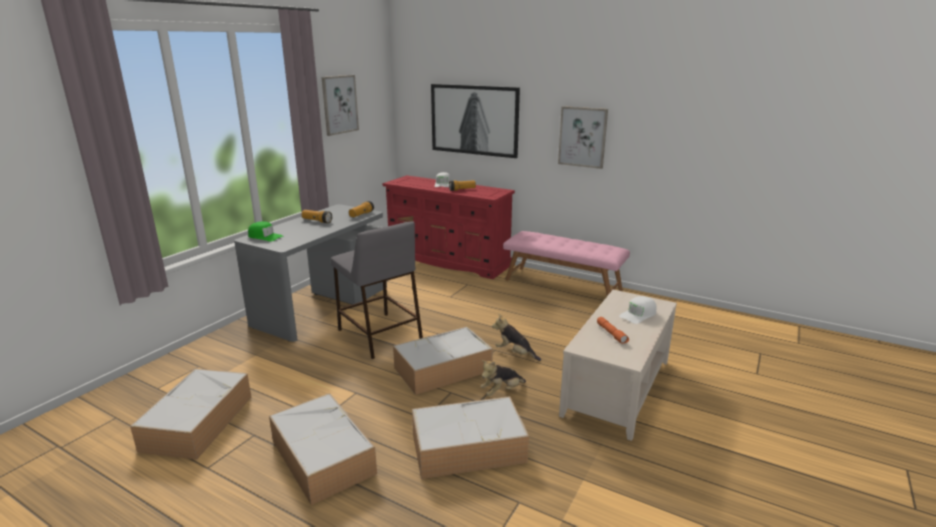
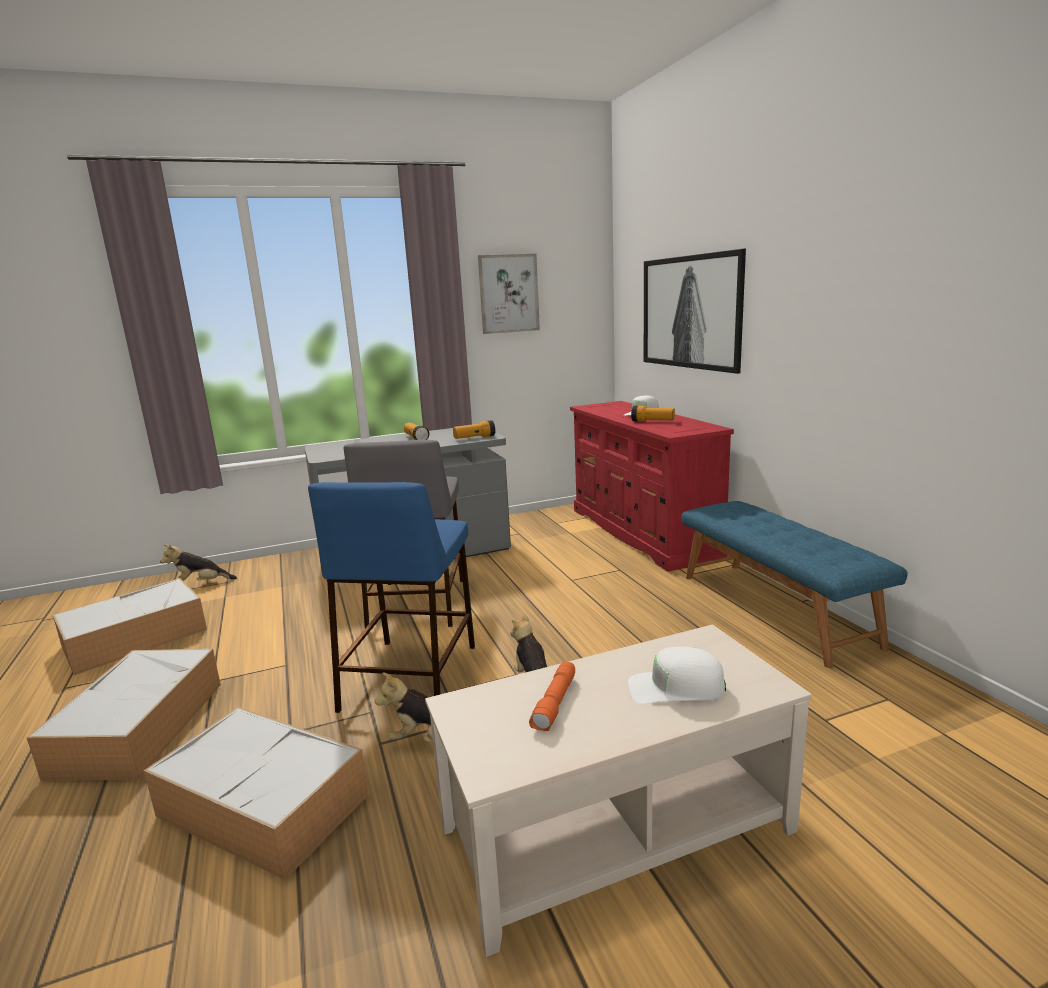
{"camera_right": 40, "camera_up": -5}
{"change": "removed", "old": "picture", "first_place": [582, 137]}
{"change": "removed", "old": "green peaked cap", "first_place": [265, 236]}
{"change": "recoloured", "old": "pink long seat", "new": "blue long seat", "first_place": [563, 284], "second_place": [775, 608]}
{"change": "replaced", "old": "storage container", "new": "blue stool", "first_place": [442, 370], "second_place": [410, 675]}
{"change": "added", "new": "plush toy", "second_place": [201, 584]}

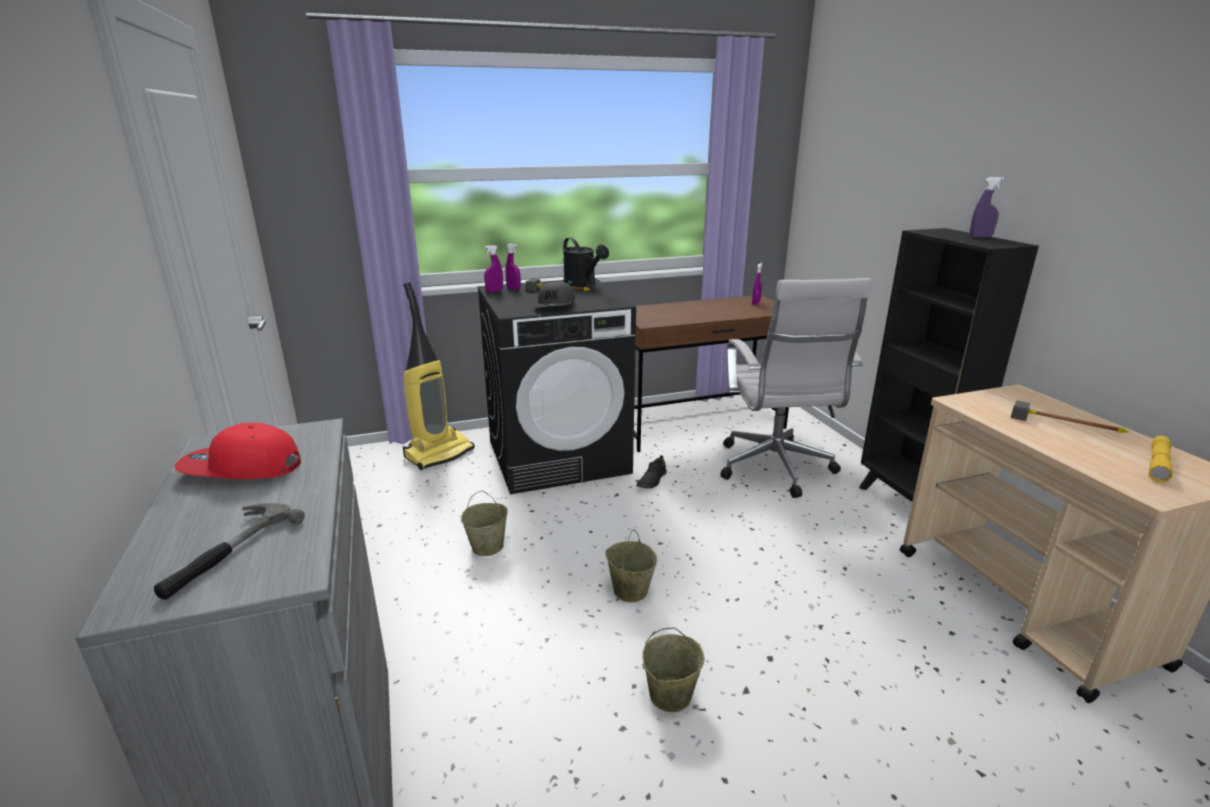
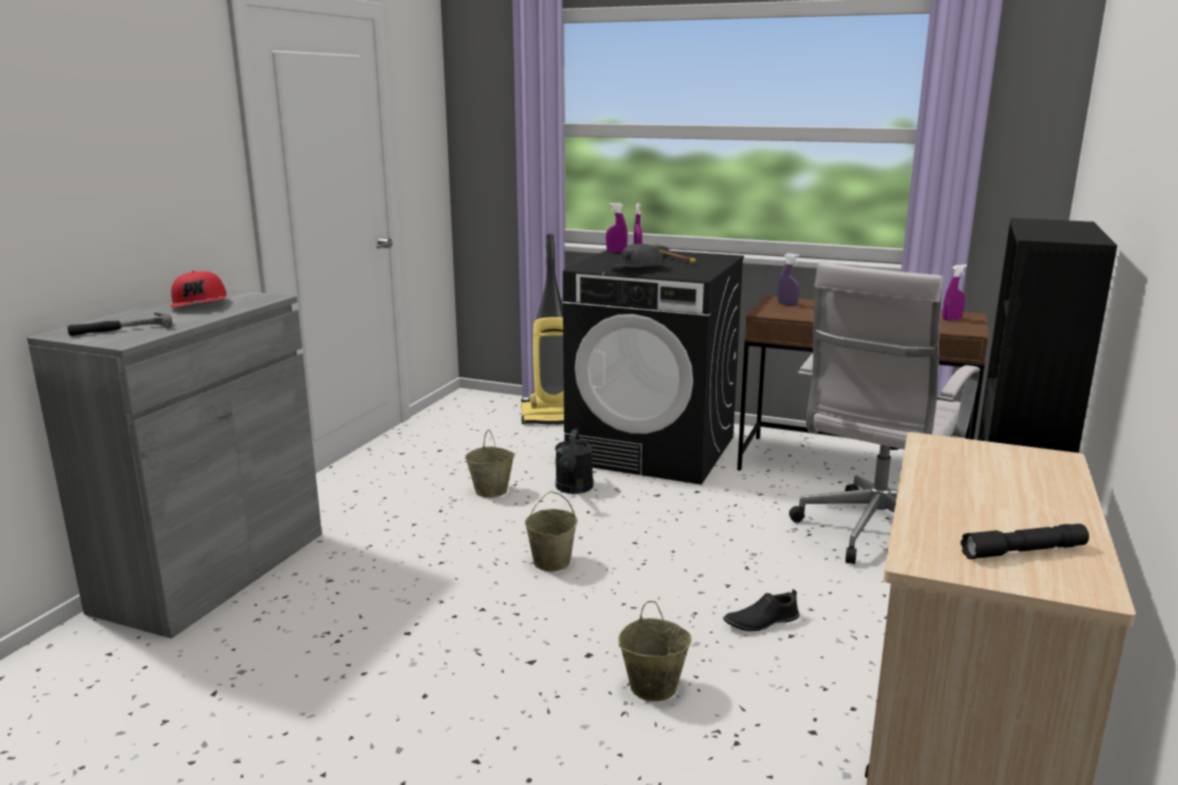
{"camera_right": 40, "camera_up": -5}
{"change": "moved", "old": "purple-coloured sprayer", "first_place": [980, 237], "second_place": [787, 304]}
{"change": "moved", "old": "blackish watering can", "first_place": [583, 285], "second_place": [573, 489]}
{"change": "removed", "old": "hammer", "first_place": [1068, 423]}
{"change": "turned", "old": "red peaked cap", "first_place": [241, 468], "second_place": [200, 304], "degrees": -150}
{"change": "recoloured", "old": "yellow-coloured flashlight", "new": "blackish flashlight", "first_place": [1158, 464], "second_place": [1023, 551]}
{"change": "moved", "old": "blackish item of footwear", "first_place": [651, 480], "second_place": [761, 621]}
{"change": "moved", "old": "beige water bucket", "first_place": [670, 695], "second_place": [652, 687]}

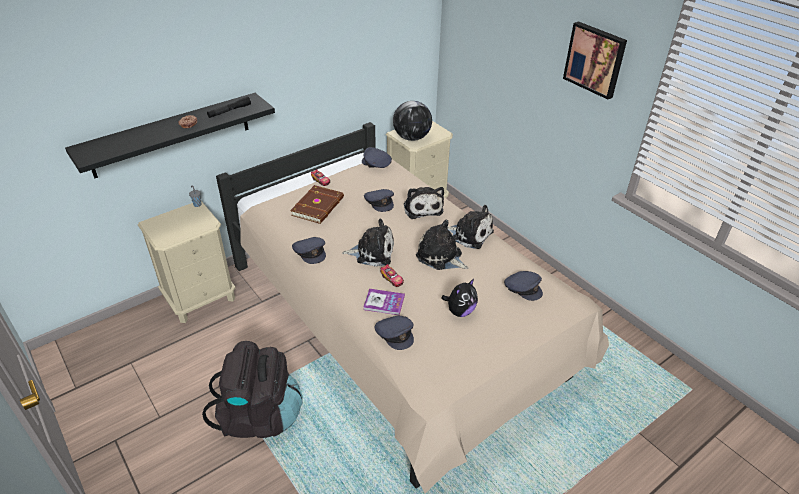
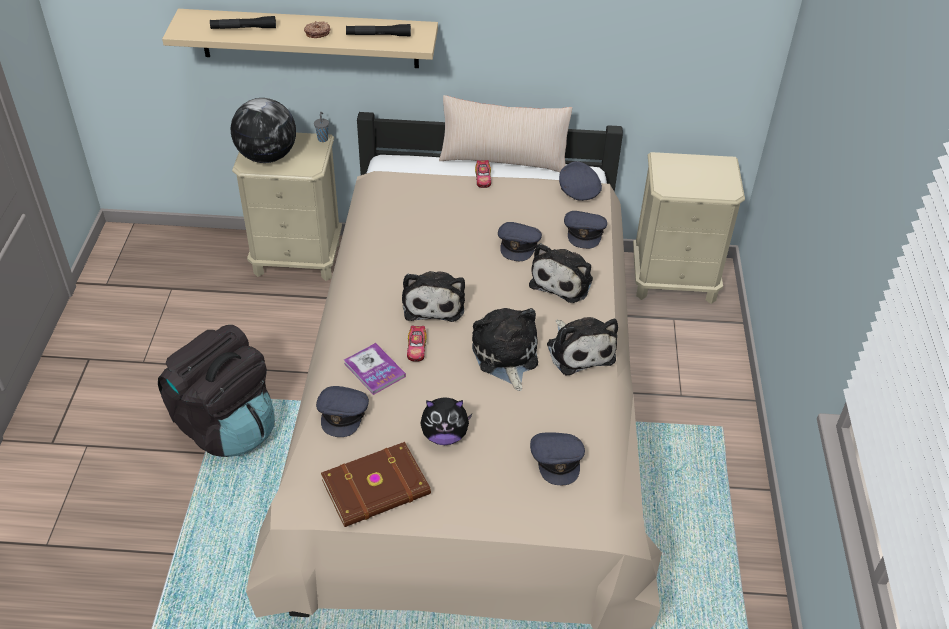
{"camera_right": 40, "camera_up": 5}
{"change": "removed", "old": "picture", "first_place": [595, 59]}
{"change": "recoloured", "old": "blackish shelf", "new": "beige shelf", "first_place": [171, 135], "second_place": [309, 38]}
{"change": "moved", "old": "world globe", "first_place": [411, 138], "second_place": [266, 156]}
{"change": "moved", "old": "brown-coloured volume", "first_place": [319, 206], "second_place": [377, 488]}
{"change": "turned", "old": "plush toy", "first_place": [372, 252], "second_place": [434, 302], "degrees": 45}
{"change": "moved", "old": "gray peaked cap", "first_place": [310, 252], "second_place": [584, 232]}
{"change": "added", "new": "blackish flashlight", "second_place": [243, 28]}
{"change": "added", "new": "beige throw pillow", "second_place": [503, 158]}

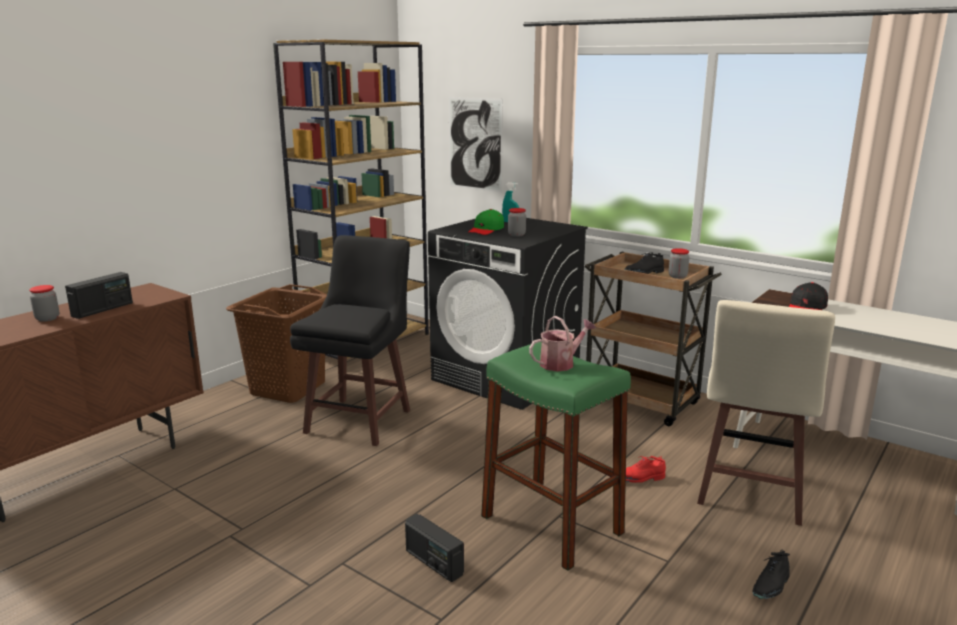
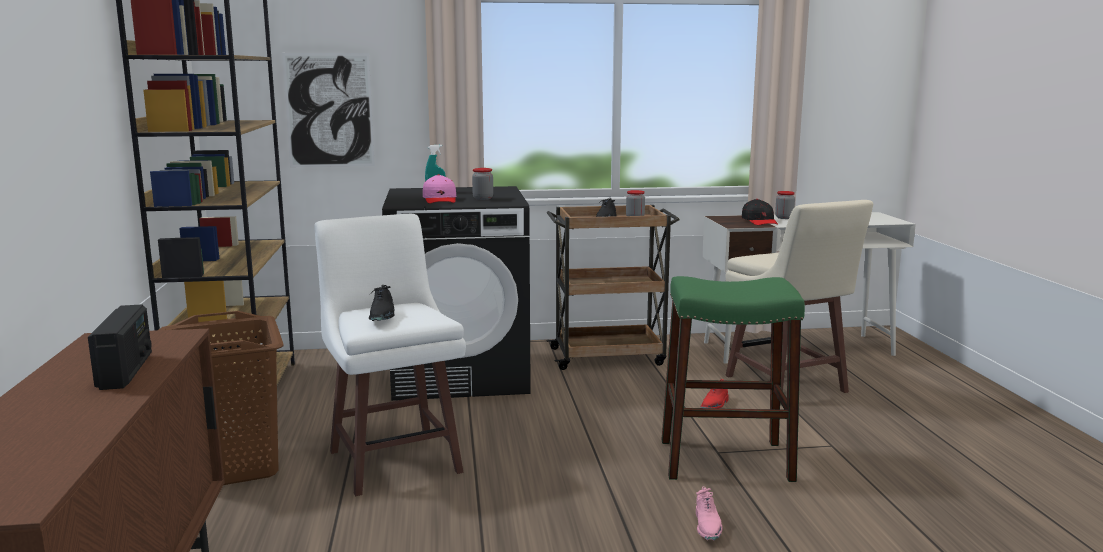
{"camera_right": -45, "camera_up": -5}
{"change": "recoloured", "old": "green peaked cap", "new": "pink peaked cap", "first_place": [486, 230], "second_place": [440, 199]}
{"change": "recoloured", "old": "blackish stool", "new": "whitish stool", "first_place": [360, 420], "second_place": [394, 460]}
{"change": "moved", "old": "jar", "first_place": [47, 318], "second_place": [784, 218]}
{"change": "removed", "old": "watering can", "first_place": [561, 363]}
{"change": "replaced", "old": "radio", "new": "pink item of footwear", "first_place": [433, 562], "second_place": [707, 527]}
{"change": "moved", "old": "blackish item of footwear", "first_place": [770, 586], "second_place": [382, 317]}

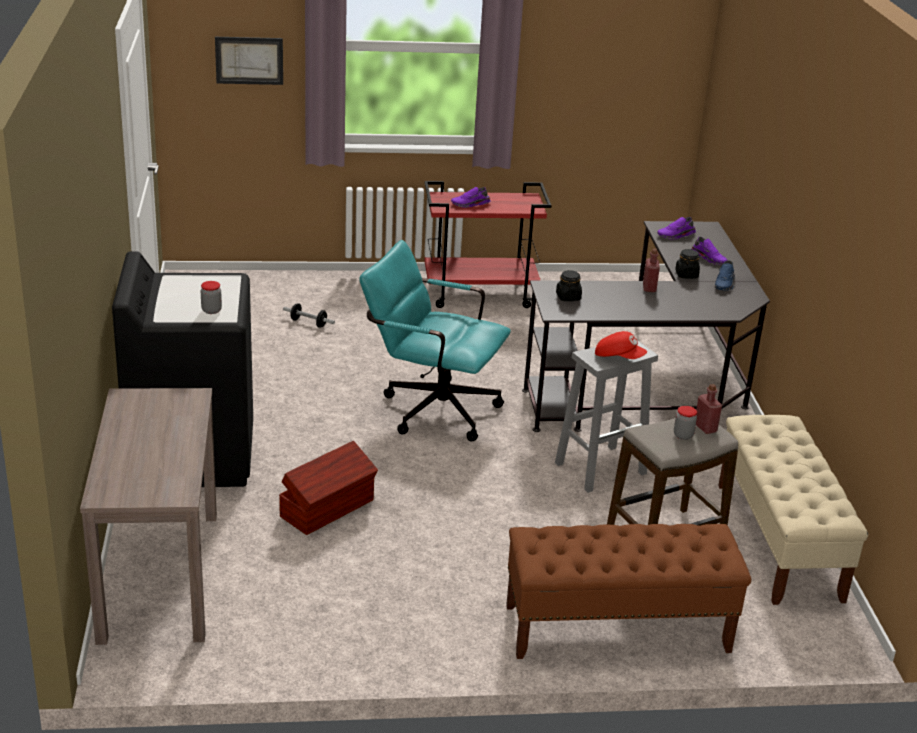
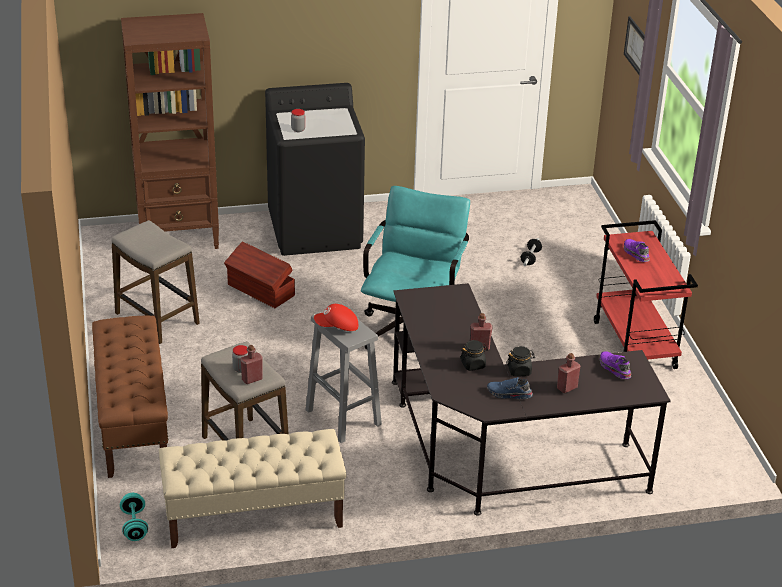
{"camera_right": 85, "camera_up": 5}
{"change": "replaced", "old": "purple-coloured item of footwear", "new": "red drink bottle", "first_place": [709, 258], "second_place": [567, 388]}
{"change": "moved", "old": "blackish jar", "first_place": [568, 297], "second_place": [473, 364]}
{"change": "turned", "old": "red peaked cap", "first_place": [619, 357], "second_place": [337, 327], "degrees": 60}
{"change": "replaced", "old": "brown-coloured hall table", "new": "brown-coloured bookshelf", "first_place": [159, 574], "second_place": [179, 236]}
{"change": "added", "new": "stool", "second_place": [157, 319]}
{"change": "added", "new": "blue-green hand weight", "second_place": [134, 525]}

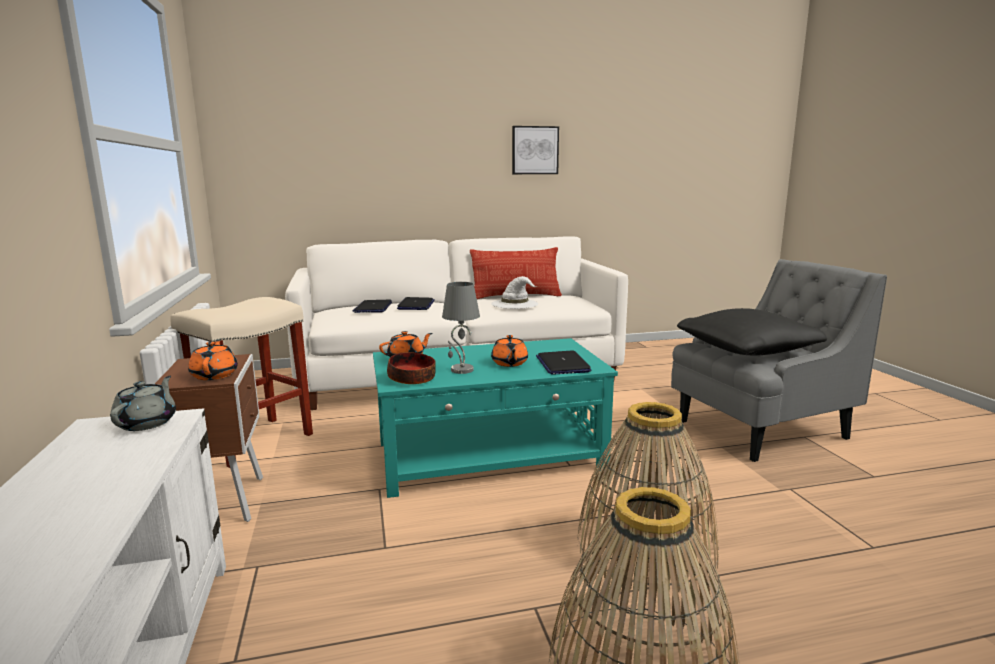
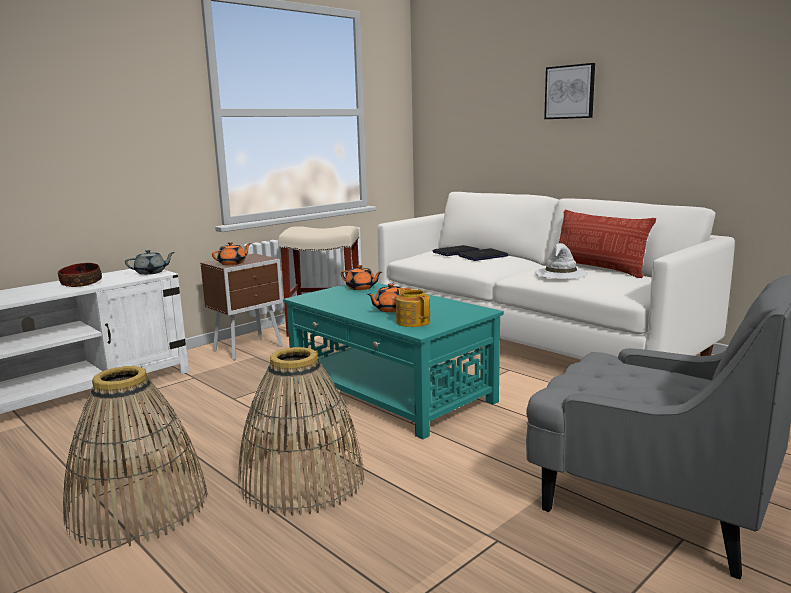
{"camera_right": 60, "camera_up": 0}
{"change": "moved", "old": "picture", "first_place": [535, 150], "second_place": [570, 92]}
{"change": "removed", "old": "gray tabletop lamp", "first_place": [461, 370]}
{"change": "removed", "old": "blackish throw pillow", "first_place": [747, 350]}
{"change": "replaced", "old": "laptop", "new": "teapot", "first_place": [562, 364], "second_place": [413, 321]}
{"change": "moved", "old": "bowl", "first_place": [411, 379], "second_place": [81, 283]}

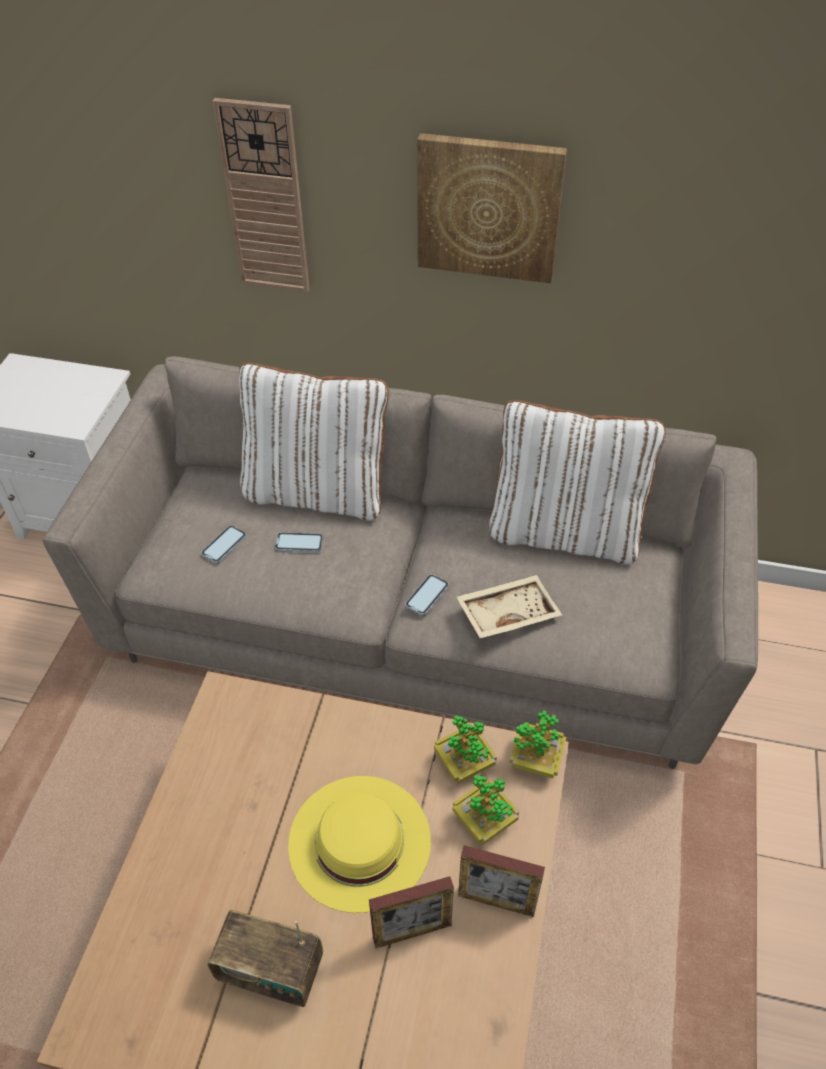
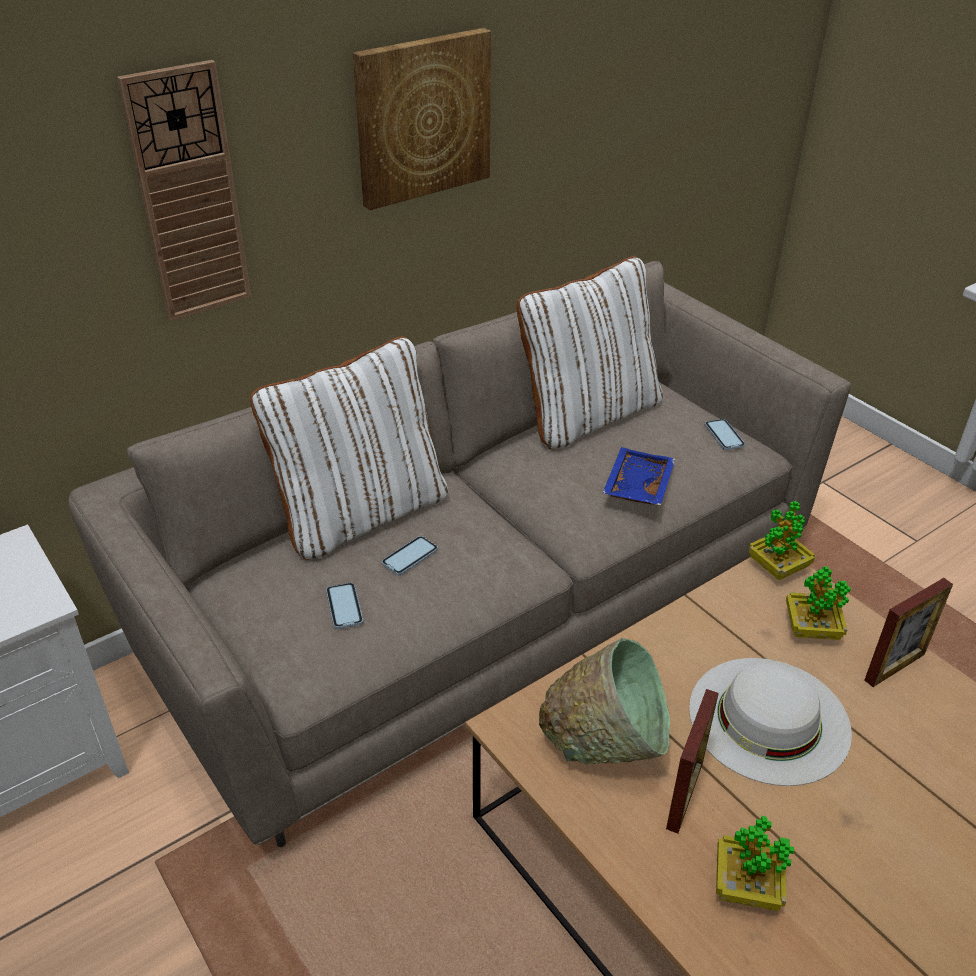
{"camera_right": -50, "camera_up": -10}
{"change": "moved", "old": "telephone", "first_place": [427, 596], "second_place": [724, 436]}
{"change": "recoloured", "old": "beige carrying tray", "new": "blue carrying tray", "first_place": [507, 613], "second_place": [636, 486]}
{"change": "moved", "old": "potted plant", "first_place": [464, 763], "second_place": [746, 886]}
{"change": "recoloured", "old": "yellow-coloured wearable hat", "new": "whitish wearable hat", "first_place": [359, 841], "second_place": [769, 719]}
{"change": "moved", "old": "picture frame", "first_place": [412, 931], "second_place": [684, 795]}
{"change": "removed", "old": "radio", "first_place": [271, 970]}
{"change": "added", "new": "green bowl", "second_place": [606, 746]}

